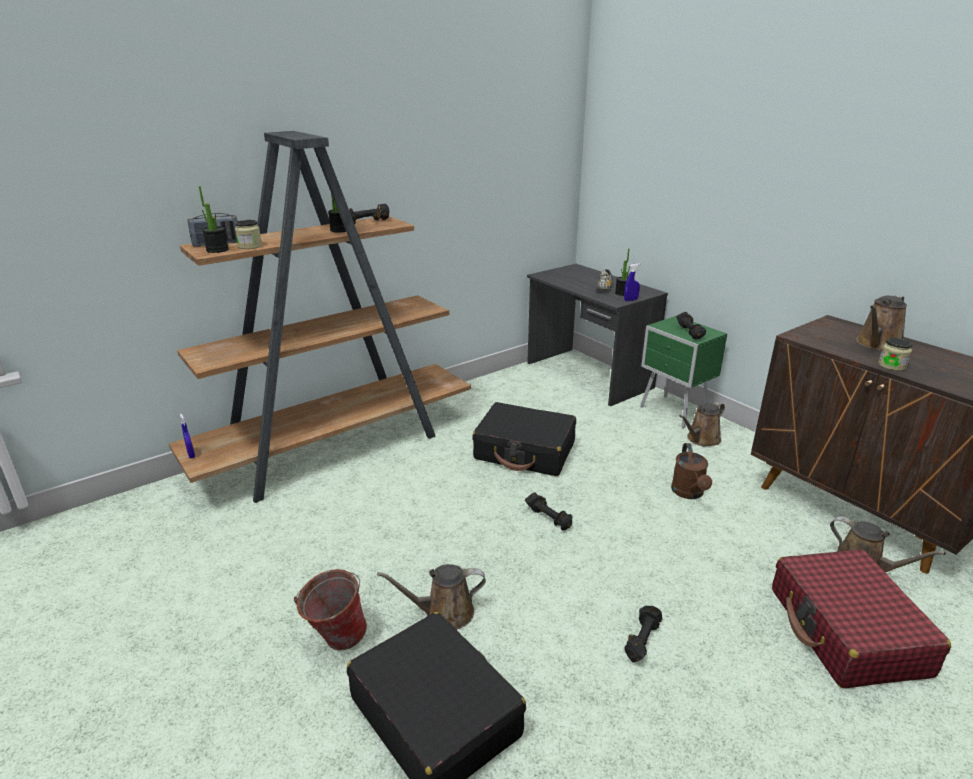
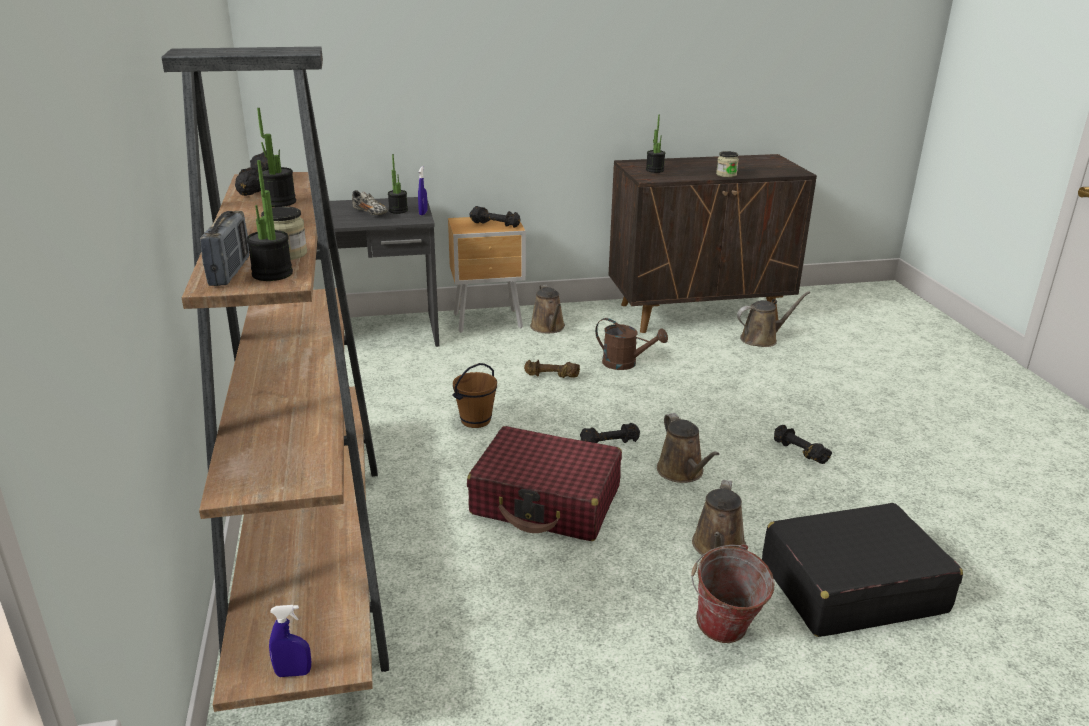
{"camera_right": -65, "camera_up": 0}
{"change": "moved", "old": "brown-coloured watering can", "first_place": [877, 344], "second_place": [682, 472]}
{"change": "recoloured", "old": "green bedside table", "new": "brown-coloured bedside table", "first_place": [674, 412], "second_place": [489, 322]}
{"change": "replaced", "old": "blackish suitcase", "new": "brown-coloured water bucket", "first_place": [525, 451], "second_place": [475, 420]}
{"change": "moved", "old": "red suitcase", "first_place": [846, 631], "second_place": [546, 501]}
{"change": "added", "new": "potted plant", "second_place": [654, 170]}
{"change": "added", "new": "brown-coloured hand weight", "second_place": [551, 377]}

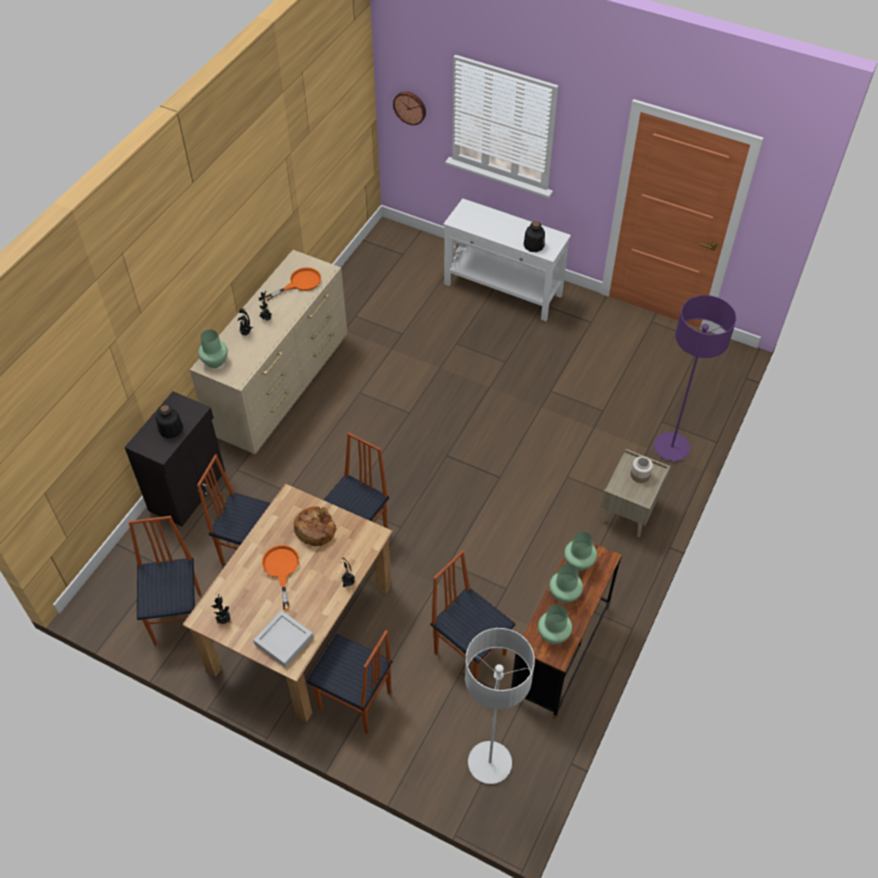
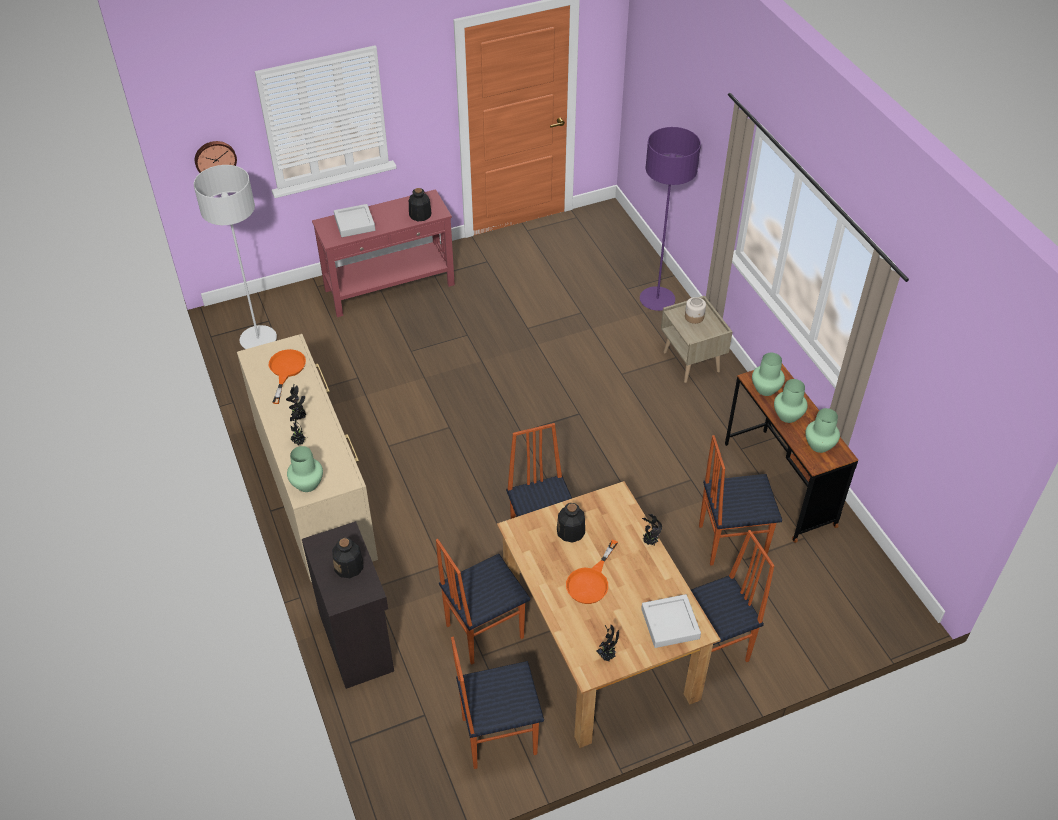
{"camera_right": -50, "camera_up": -5}
{"change": "recoloured", "old": "whitish hall table", "new": "red hall table", "first_place": [503, 290], "second_place": [390, 287]}
{"change": "replaced", "old": "baked bread", "new": "drink bottle", "first_place": [315, 529], "second_place": [571, 531]}
{"change": "turned", "old": "chair", "first_place": [179, 617], "second_place": [498, 735], "degrees": -45}
{"change": "turned", "old": "orange skillet", "first_place": [281, 569], "second_place": [591, 581], "degrees": -90}
{"change": "moved", "old": "gray standing lamp", "first_place": [489, 763], "second_place": [258, 339]}
{"change": "added", "new": "gray carrying tray", "second_place": [354, 223]}

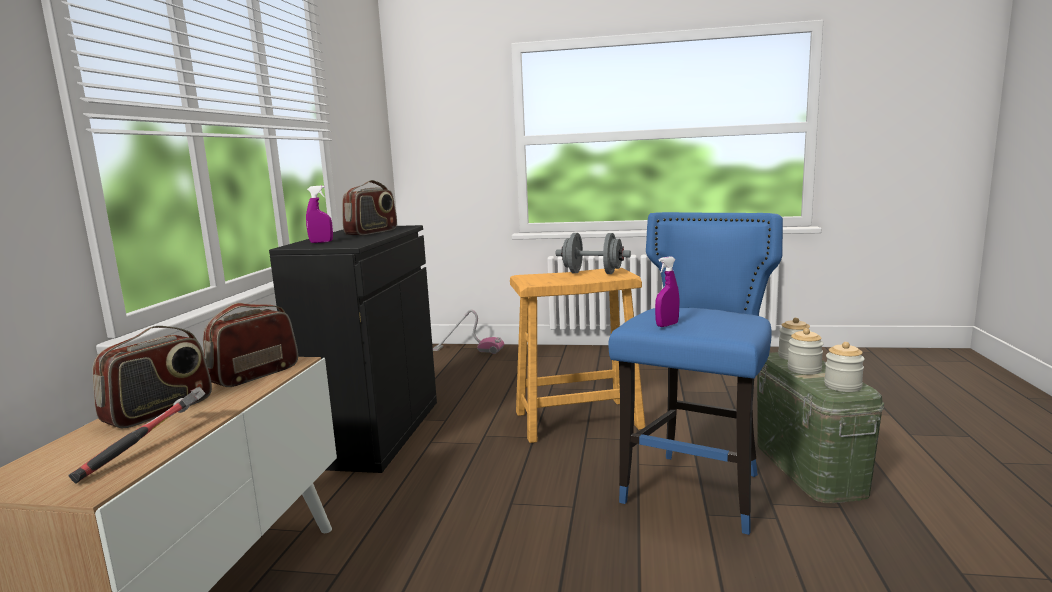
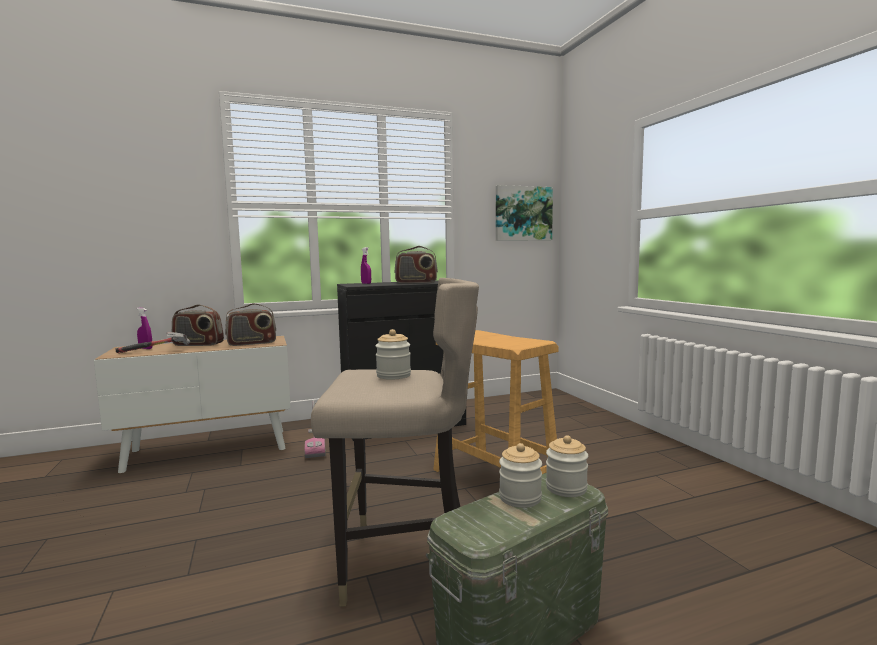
{"camera_right": 60, "camera_up": -5}
{"change": "recoloured", "old": "blue stool", "new": "beige stool", "first_place": [696, 492], "second_place": [404, 562]}
{"change": "removed", "old": "gray hand weight", "first_place": [592, 273]}
{"change": "moved", "old": "purple-coloured sprayer", "first_place": [667, 325], "second_place": [145, 348]}
{"change": "turned", "old": "radio", "first_place": [254, 374], "second_place": [252, 343], "degrees": 150}
{"change": "moved", "old": "vacuum", "first_place": [467, 350], "second_place": [316, 443]}
{"change": "moved", "old": "jar", "first_place": [842, 386], "second_place": [393, 375]}
{"change": "added", "new": "picture", "second_place": [523, 213]}

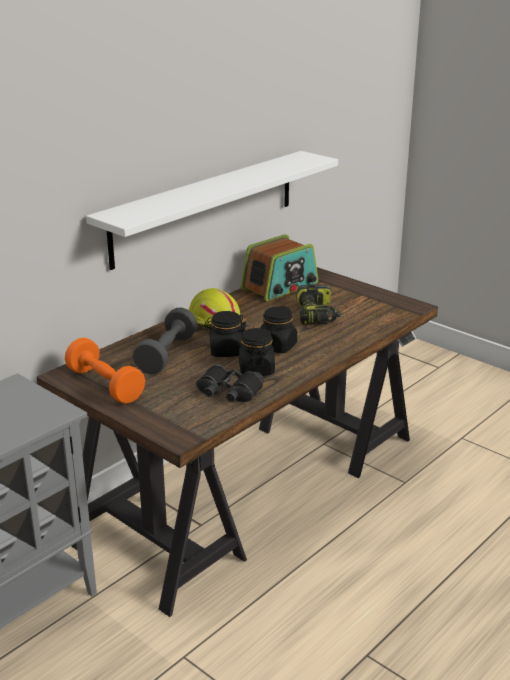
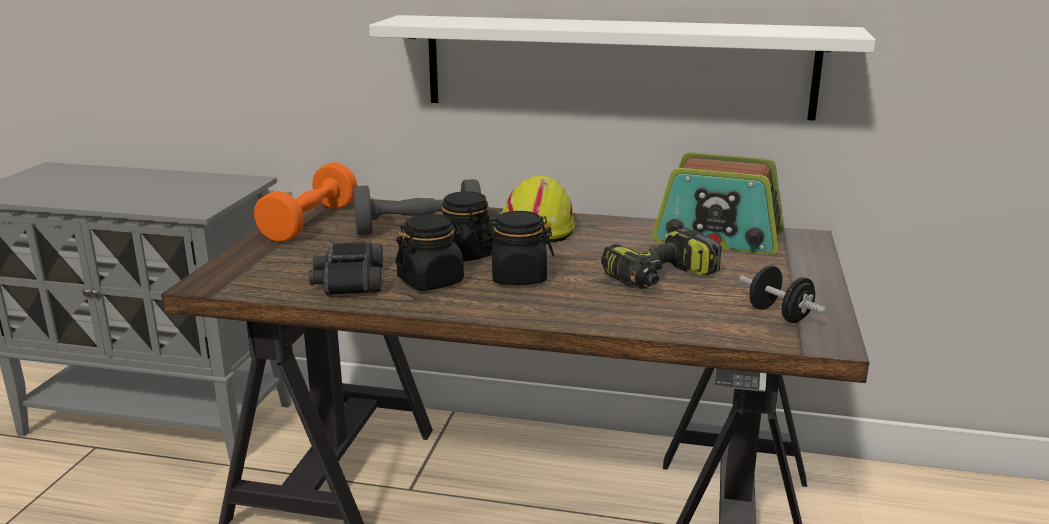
{"camera_right": 60, "camera_up": -5}
{"change": "added", "new": "blackish hand weight", "second_place": [779, 315]}

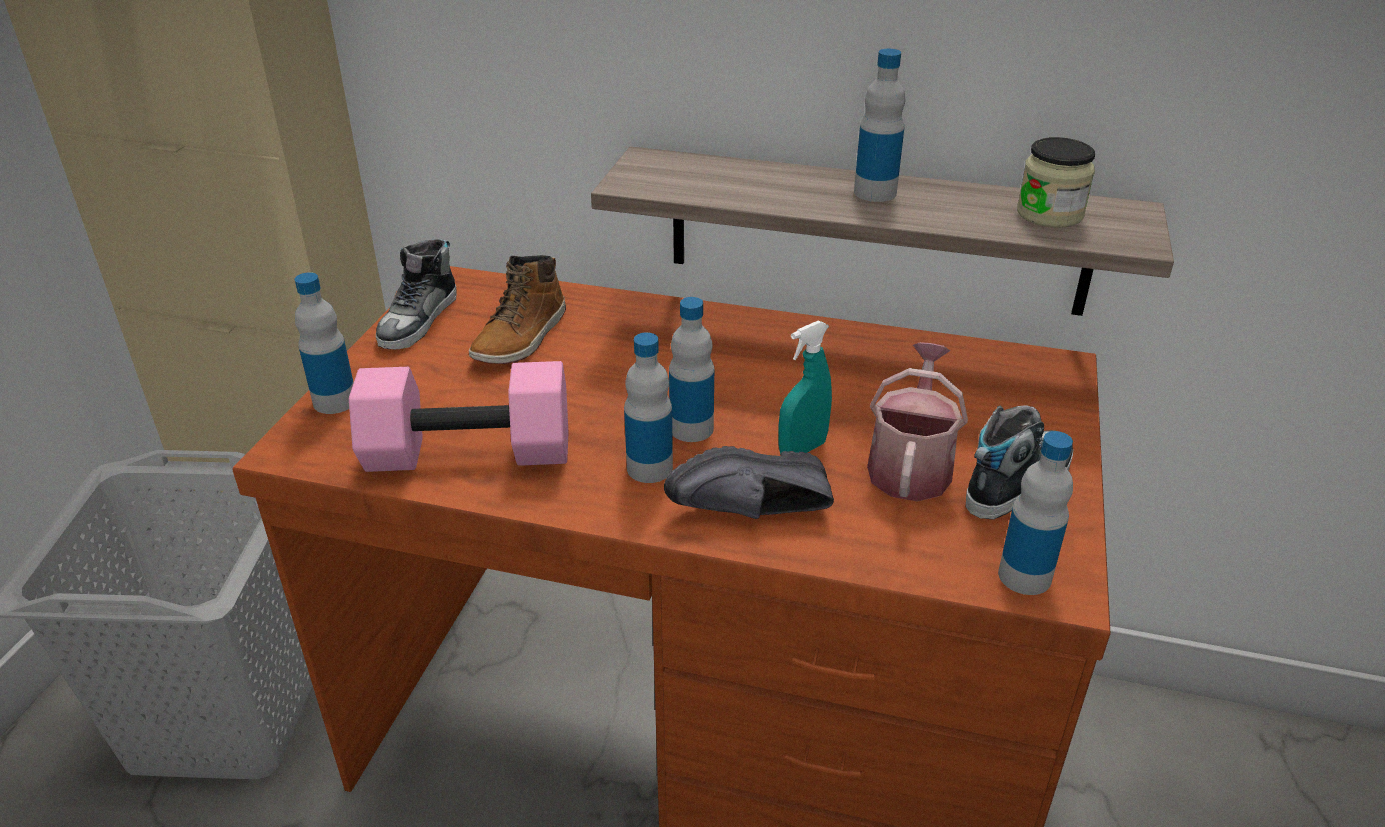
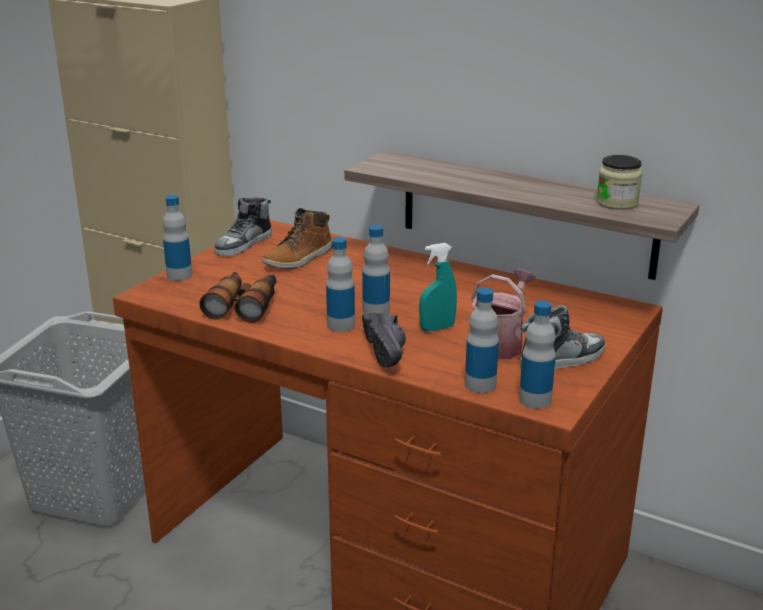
{"camera_right": 15, "camera_up": -10}
{"change": "moved", "old": "drink bottle", "first_place": [875, 192], "second_place": [480, 384]}
{"change": "replaced", "old": "pink hand weight", "new": "binoculars", "first_place": [471, 450], "second_place": [244, 305]}
{"change": "turned", "old": "blackish item of footwear", "first_place": [754, 513], "second_place": [390, 352], "degrees": -105}

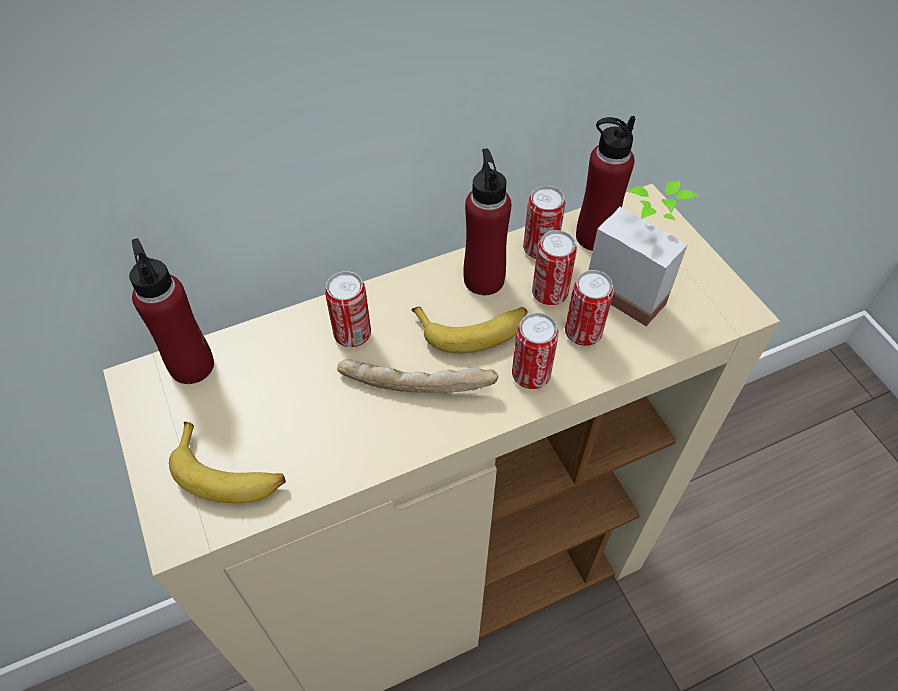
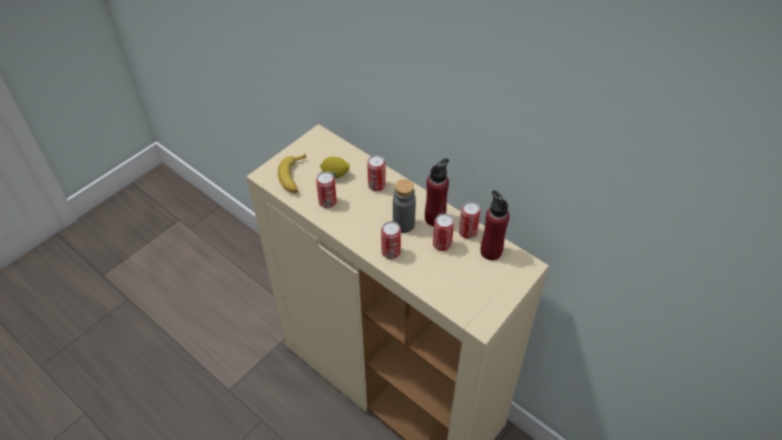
{"camera_right": 65, "camera_up": -5}
{"change": "removed", "old": "potted plant", "first_place": [633, 287]}
{"change": "removed", "old": "red drink bottle", "first_place": [192, 365]}
{"change": "moved", "old": "metal can", "first_place": [583, 333], "second_place": [327, 202]}
{"change": "replaced", "old": "whole banana", "new": "gray drink bottle", "first_place": [473, 329], "second_place": [403, 224]}
{"change": "removed", "old": "baked bread", "first_place": [417, 381]}
{"change": "added", "new": "citrus fruit", "second_place": [335, 175]}

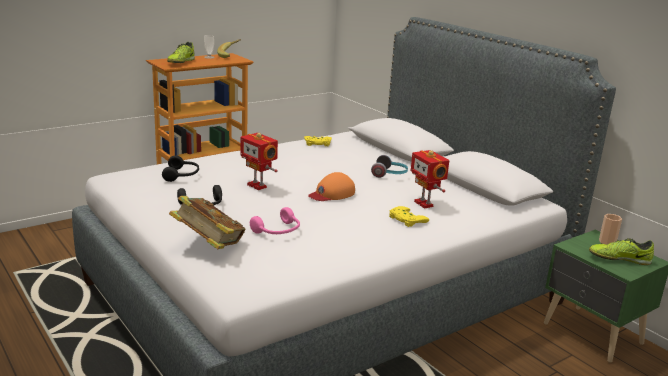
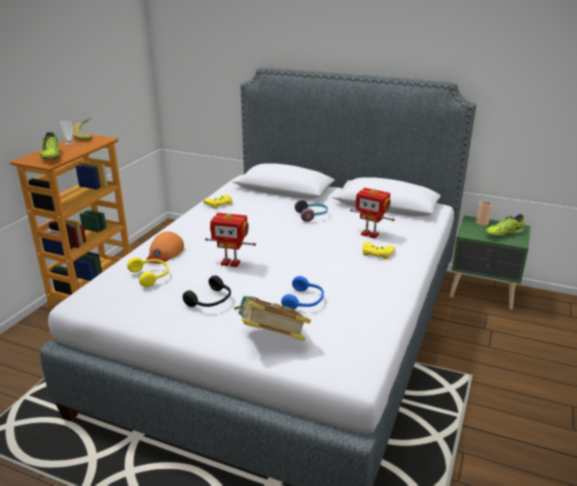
{"camera_right": -30, "camera_up": 5}
{"change": "recoloured", "old": "blackish headset", "new": "yellow-coloured headset", "first_place": [182, 175], "second_place": [151, 276]}
{"change": "moved", "old": "orange peaked cap", "first_place": [332, 193], "second_place": [164, 253]}
{"change": "recoloured", "old": "pink headset", "new": "blue headset", "first_place": [278, 231], "second_place": [304, 301]}

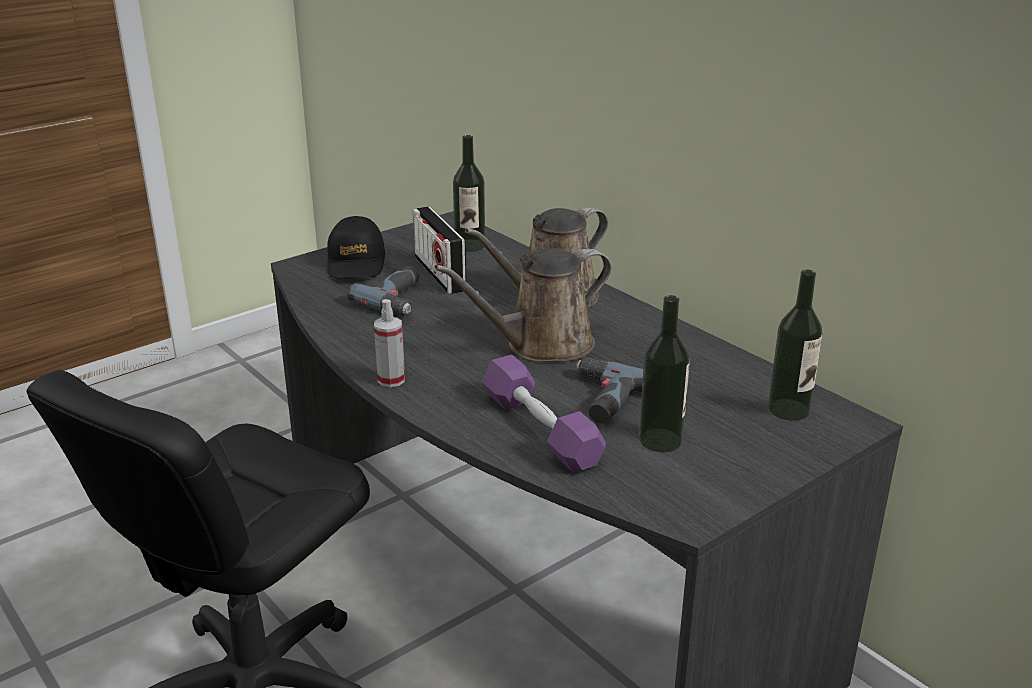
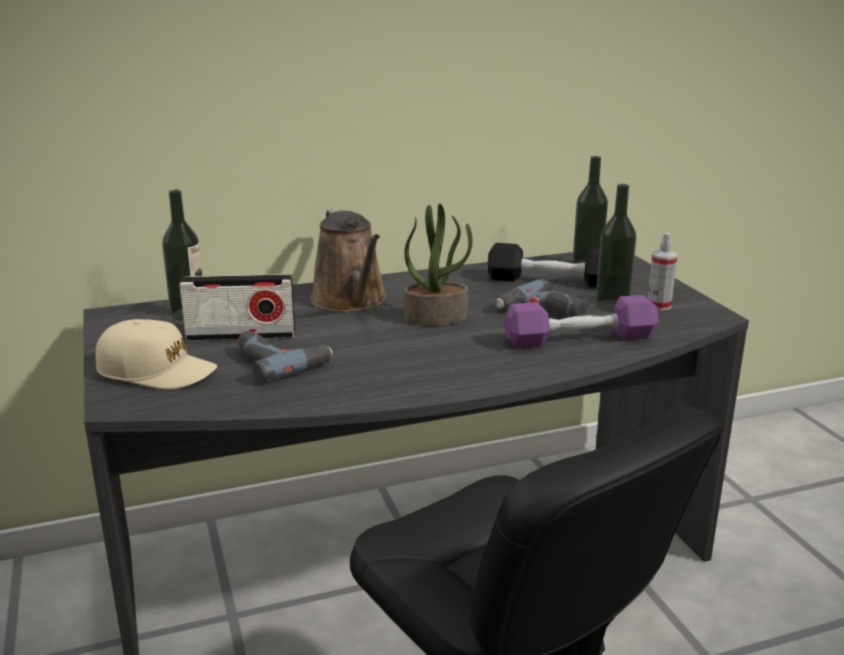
{"camera_right": -70, "camera_up": -5}
{"change": "recoloured", "old": "blackish peaked cap", "new": "beige peaked cap", "first_place": [356, 262], "second_place": [156, 371]}
{"change": "replaced", "old": "brown-coloured watering can", "new": "potted plant", "first_place": [542, 345], "second_place": [436, 317]}
{"change": "moved", "old": "sprayer", "first_place": [391, 380], "second_place": [658, 306]}
{"change": "added", "new": "blackish hand weight", "second_place": [552, 281]}

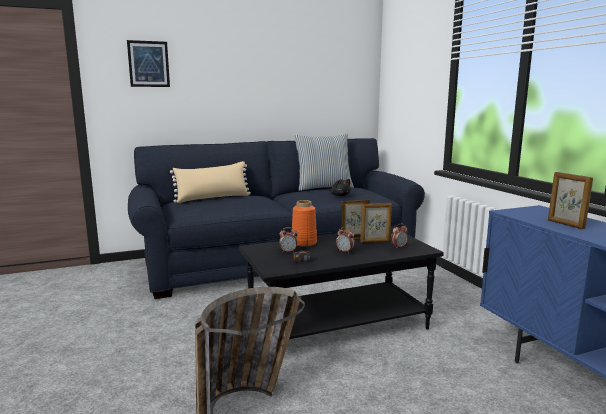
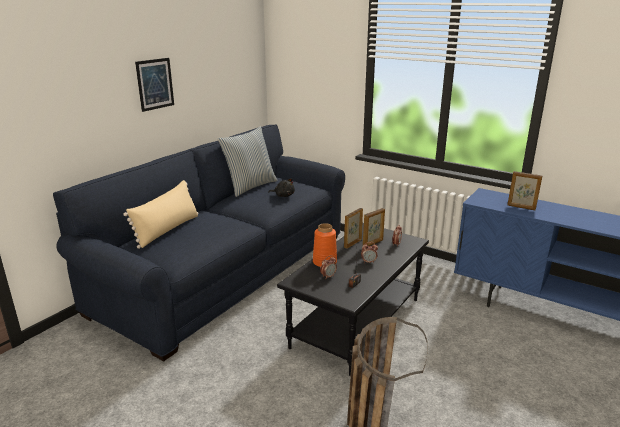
{"camera_right": -35, "camera_up": 10}
{"change": "moved", "old": "picture", "first_place": [148, 64], "second_place": [155, 84]}

